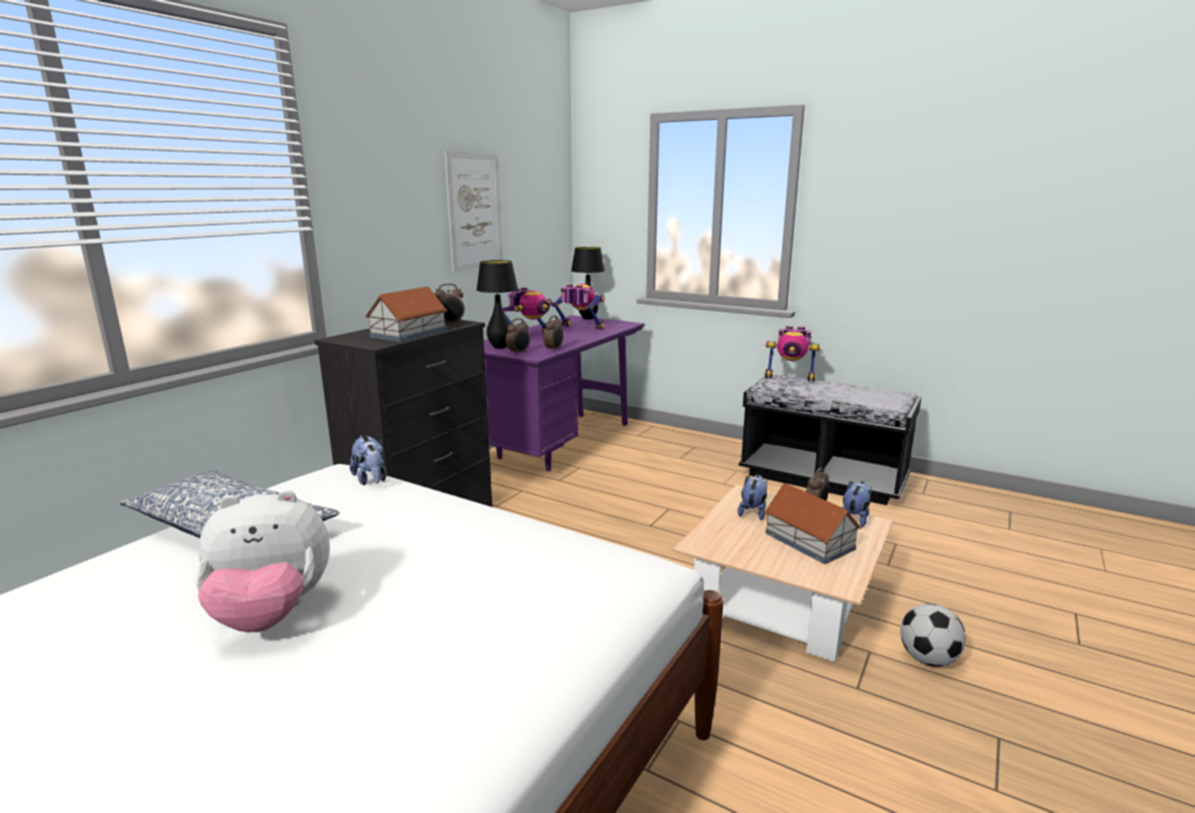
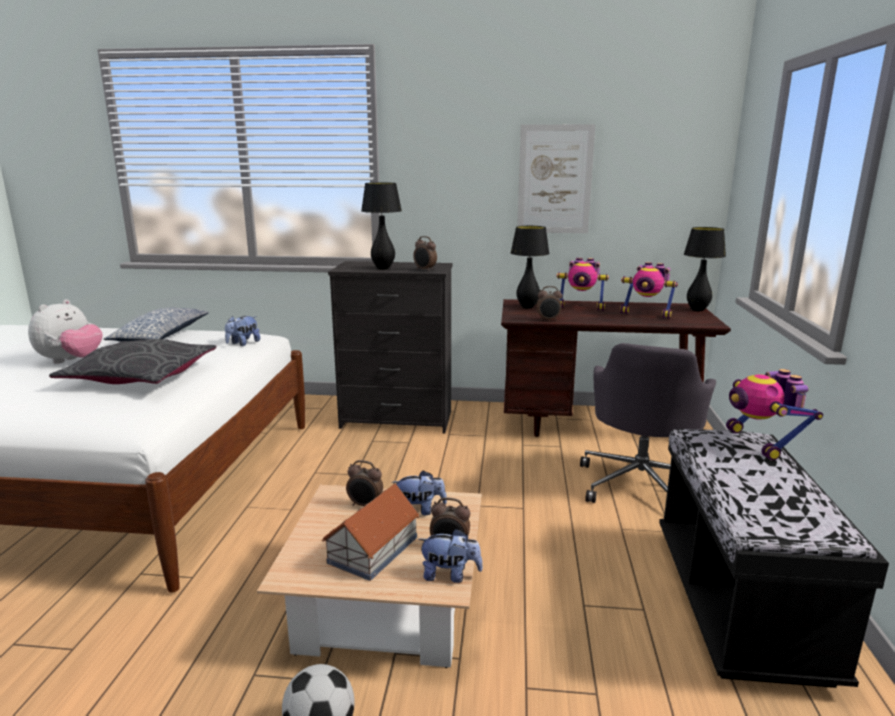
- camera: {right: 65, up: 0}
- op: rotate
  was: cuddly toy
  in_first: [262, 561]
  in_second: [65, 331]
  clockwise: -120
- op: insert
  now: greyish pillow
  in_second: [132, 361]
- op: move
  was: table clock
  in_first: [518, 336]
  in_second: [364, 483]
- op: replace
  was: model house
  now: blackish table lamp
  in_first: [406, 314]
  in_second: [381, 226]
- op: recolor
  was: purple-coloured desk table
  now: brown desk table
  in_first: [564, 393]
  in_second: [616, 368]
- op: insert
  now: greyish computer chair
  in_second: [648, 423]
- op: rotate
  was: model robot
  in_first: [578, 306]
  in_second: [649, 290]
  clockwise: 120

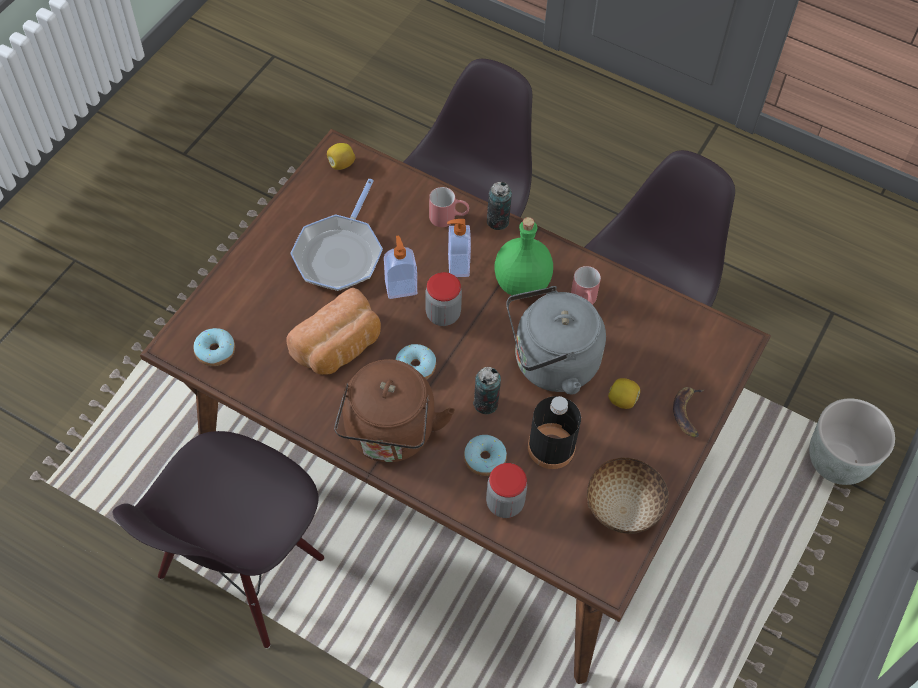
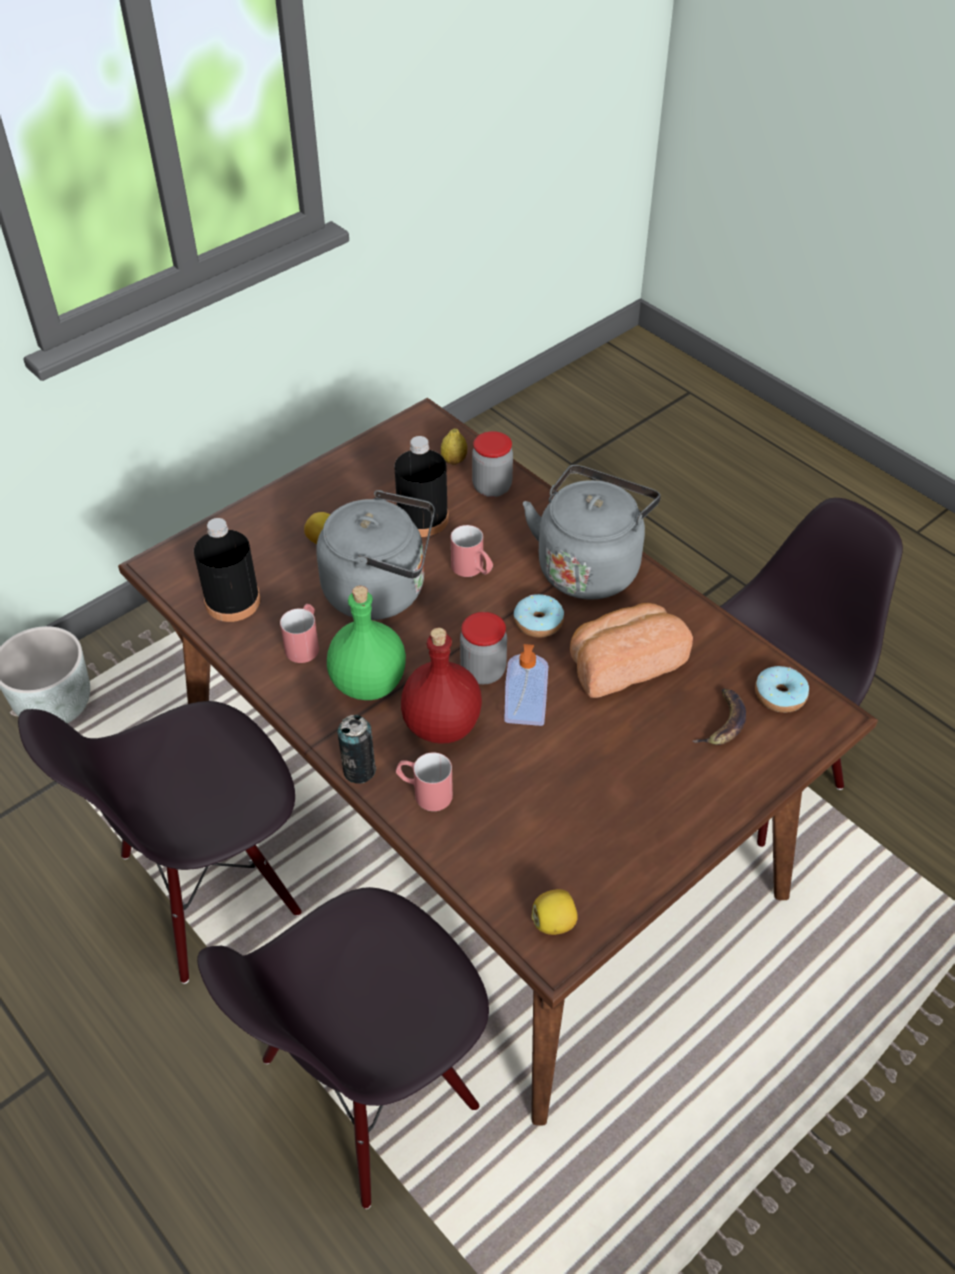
- camera: {right: -160, up: -10}
- op: insert
  now: blackish drink bottle
  in_second: [227, 570]
- op: replace
  was: soap dispenser
  now: reddish drink bottle
  in_first: [459, 248]
  in_second: [441, 686]
- op: insert
  now: whole lemon
  in_second: [454, 447]
- op: replace
  was: metal can
  now: reddish tea mug
  in_first: [487, 391]
  in_second: [472, 551]
- op: recolor
  was: brown kettle
  now: greyish kettle
  in_first: [394, 410]
  in_second: [592, 532]
- op: move
  was: banana
  in_first: [689, 412]
  in_second: [719, 716]
- op: delete
  was: pan
  in_first: [336, 235]
- op: delete
  was: donut
  in_first: [485, 455]
- op: delete
  was: serving bowl
  in_first: [628, 495]

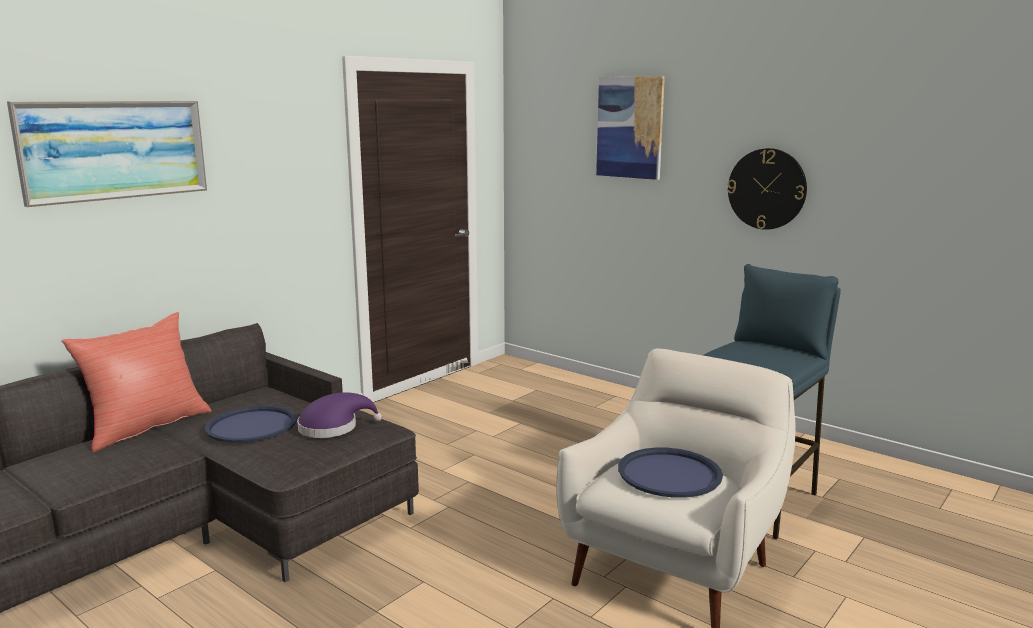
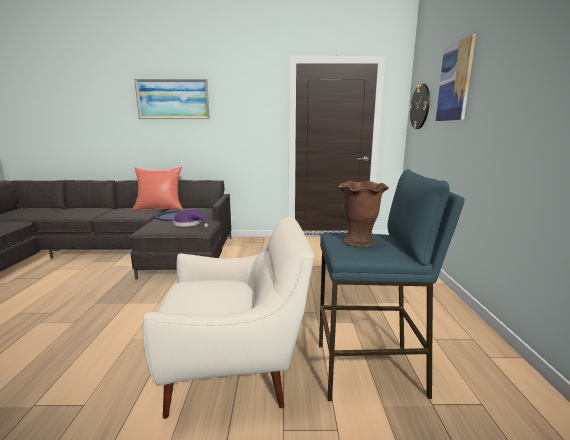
- camera: {right: 50, up: 0}
- op: insert
  now: brown flower vase
  in_second: [364, 214]
- op: move
  was: wall clock
  in_first: [767, 189]
  in_second: [419, 106]
- op: delete
  was: bluish carrying tray
  in_first: [670, 473]

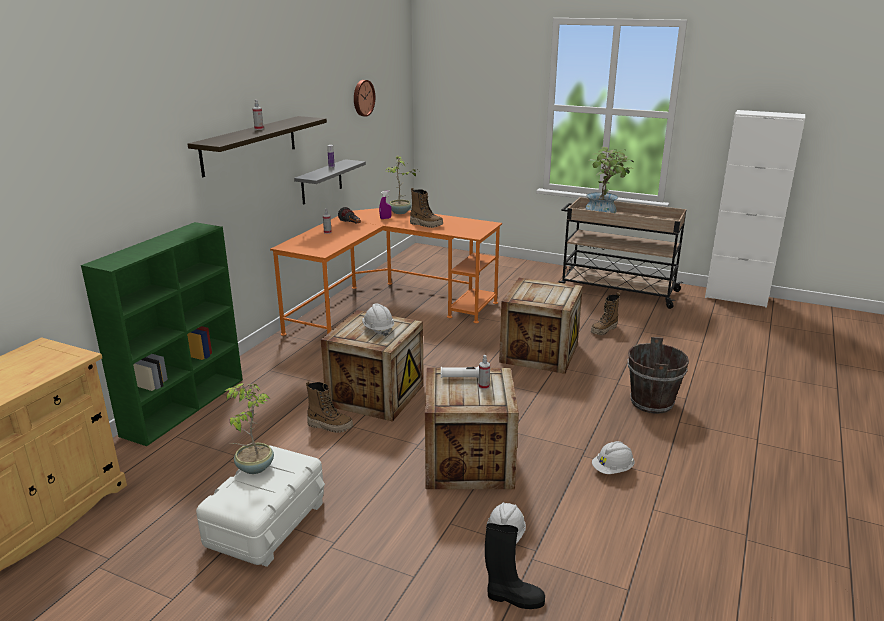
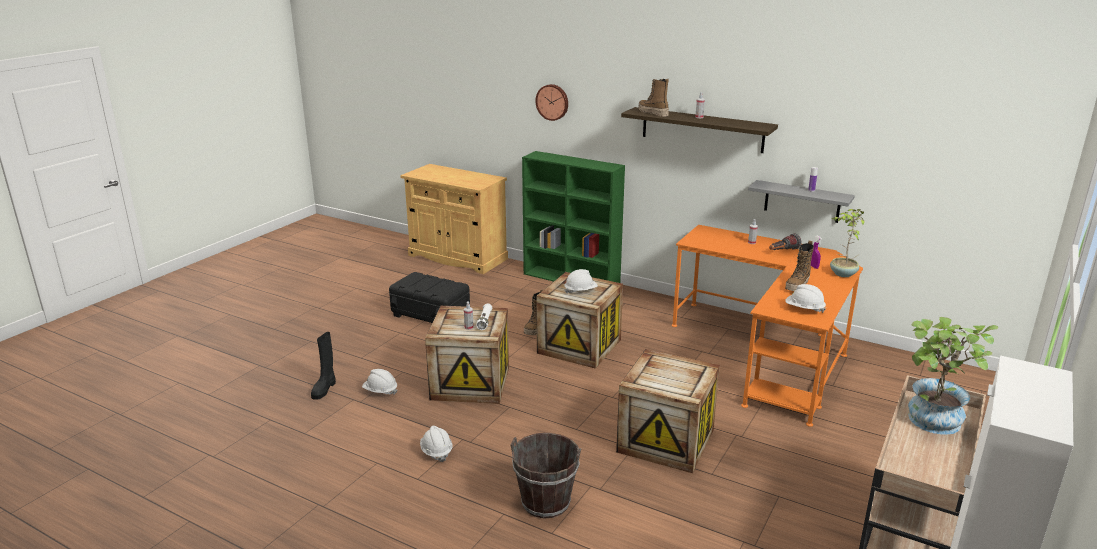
- camera: {right: 95, up: 0}
- op: recolor
  was: white storage box
  now: blackish storage box
  in_first: [260, 506]
  in_second: [429, 297]
- op: move
  was: wall clock
  in_first: [364, 98]
  in_second: [551, 102]
- op: move
  was: tall boot
  in_first: [605, 313]
  in_second: [653, 98]
- op: insert
  now: white safety helmet
  in_second: [805, 298]
- op: delete
  was: plant in a pot
  in_first: [249, 428]

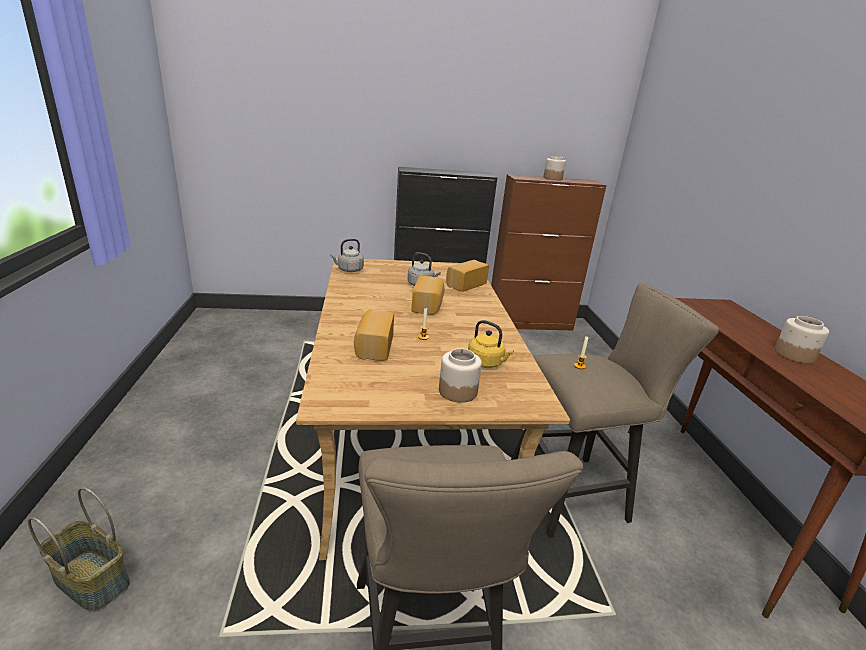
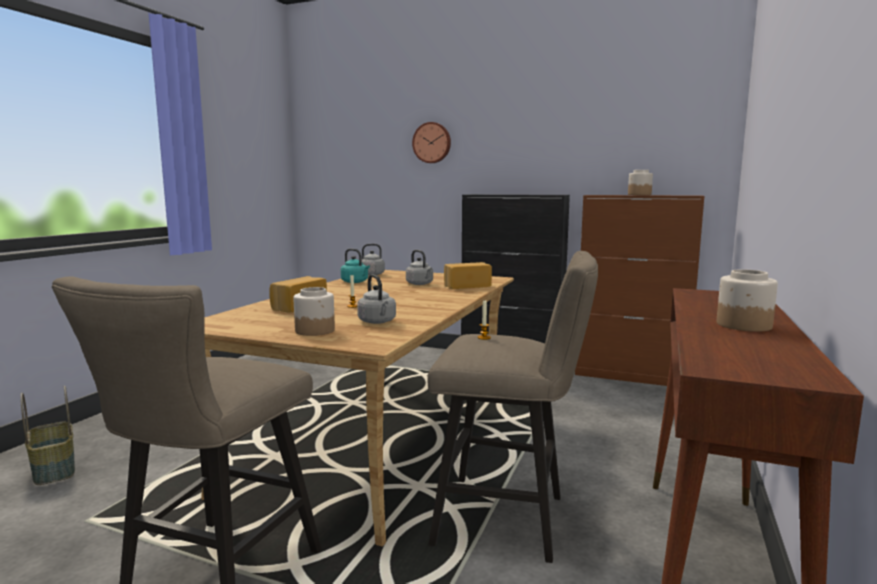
- camera: {right: 30, up: -15}
- op: insert
  now: turquoise kettle
  in_second: [355, 266]
- op: recolor
  was: yellow-coloured kettle
  now: greyish kettle
  in_first: [491, 344]
  in_second: [376, 299]
- op: insert
  now: wall clock
  in_second: [431, 142]
- op: delete
  was: bread
  in_first: [427, 295]

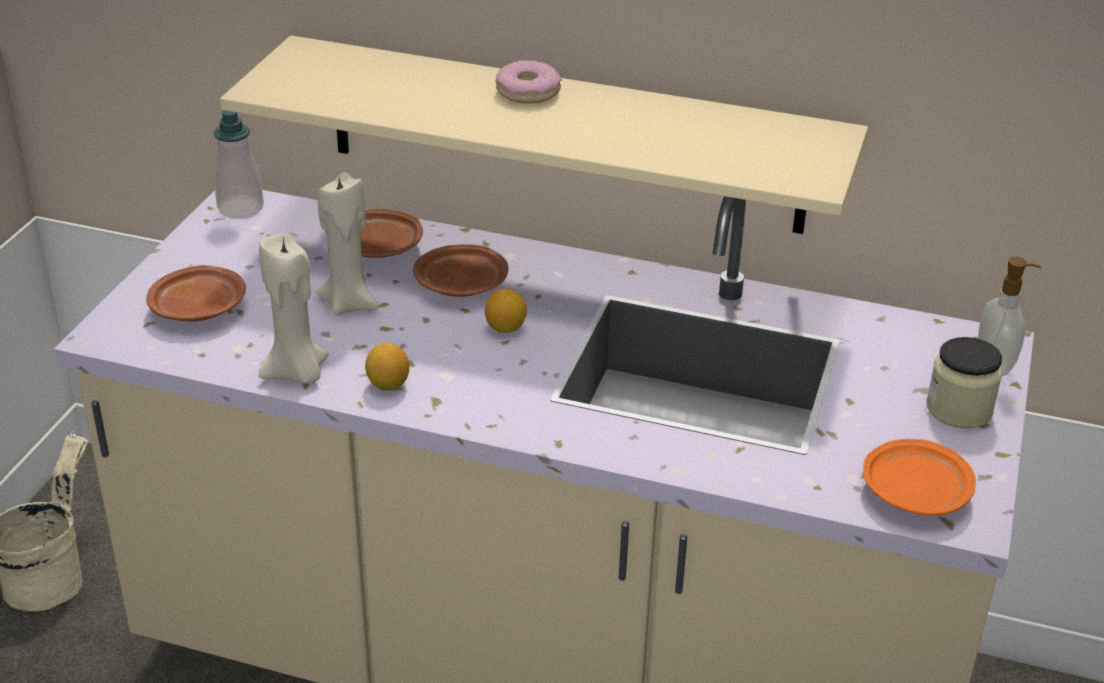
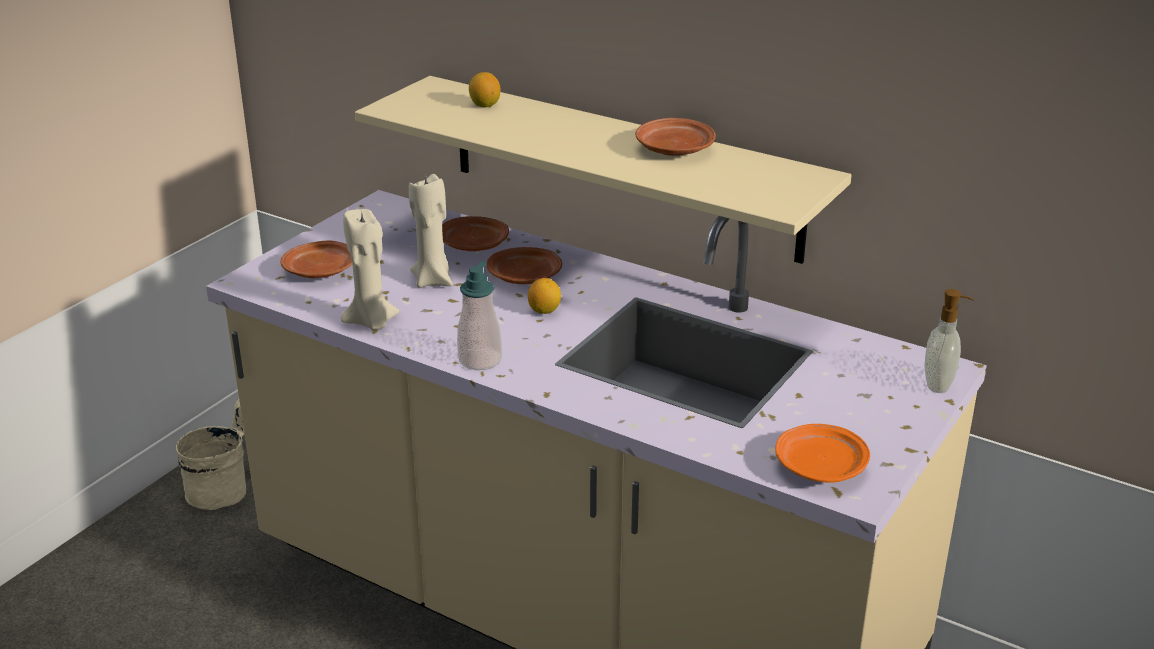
- camera: {right: 15, up: -5}
- op: move
  was: soap dispenser
  in_first: [239, 164]
  in_second: [479, 315]
- op: move
  was: whole lemon
  in_first: [387, 367]
  in_second: [485, 90]
- op: insert
  now: brown plate
  in_second: [675, 137]
- op: delete
  was: donut
  in_first: [529, 82]
- op: delete
  was: jar
  in_first: [964, 382]

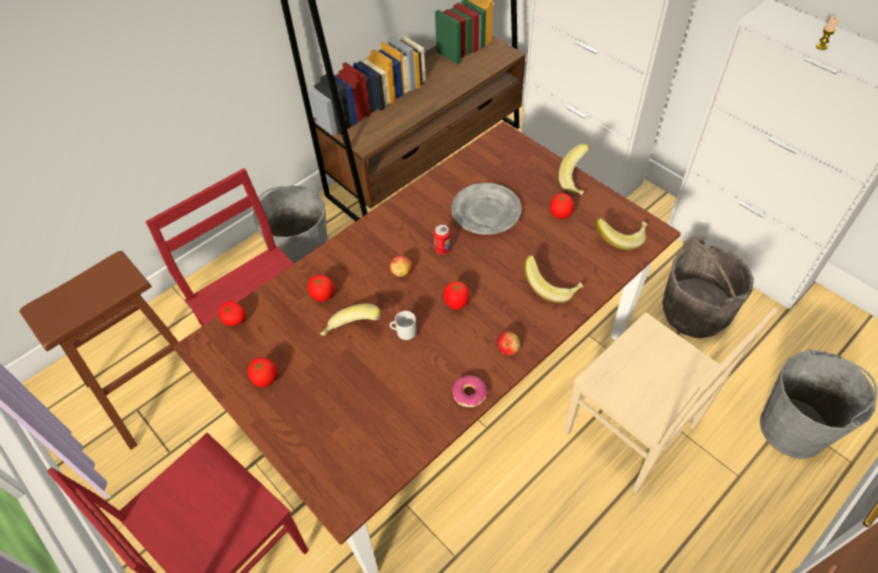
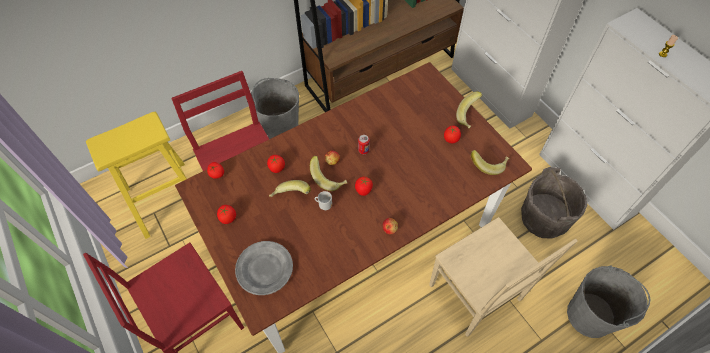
- camera: {right: 10, up: 5}
- op: recolor
  was: brown stool seat
  now: yellow-coloured stool seat
  in_first: [99, 350]
  in_second: [136, 175]
- op: move
  was: greyish plate
  in_first: [486, 209]
  in_second: [264, 268]
- op: move
  was: banana
  in_first: [553, 279]
  in_second: [328, 173]
- op: delete
  was: donut
  in_first: [469, 391]

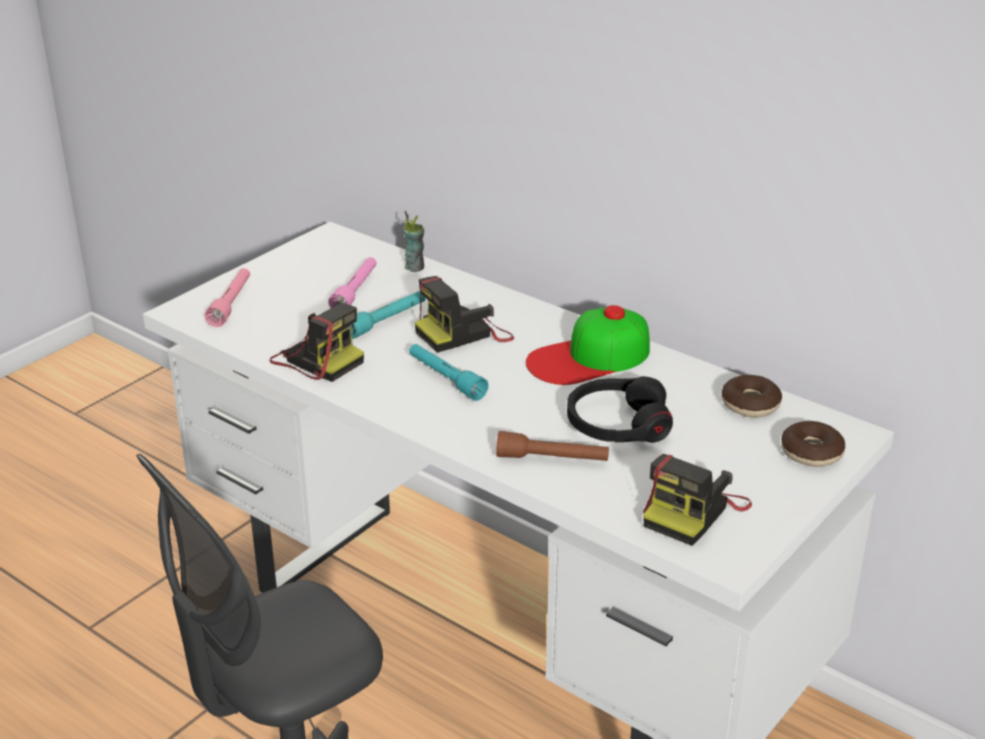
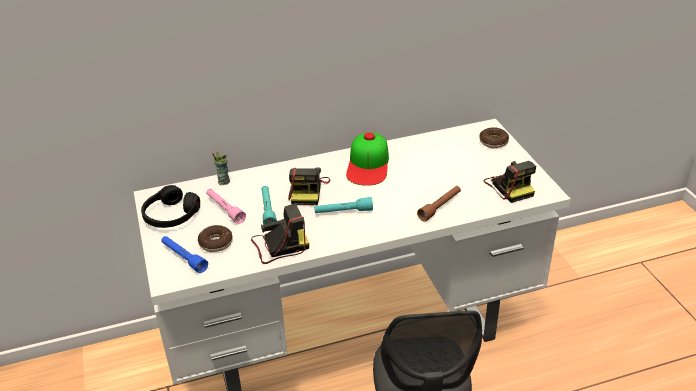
- camera: {right: -55, up: 5}
- op: move
  was: blackish headphones
  in_first: [620, 409]
  in_second: [170, 206]
- op: recolor
  was: pinkish flashlight
  now: bluish flashlight
  in_first: [227, 297]
  in_second: [184, 254]
- op: move
  was: donut
  in_first: [752, 396]
  in_second: [215, 238]

